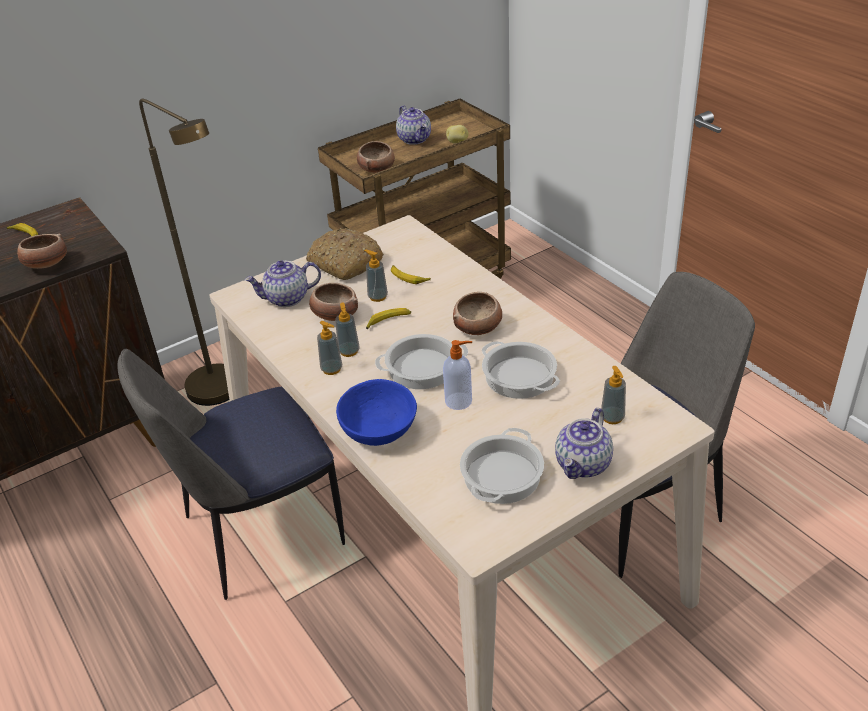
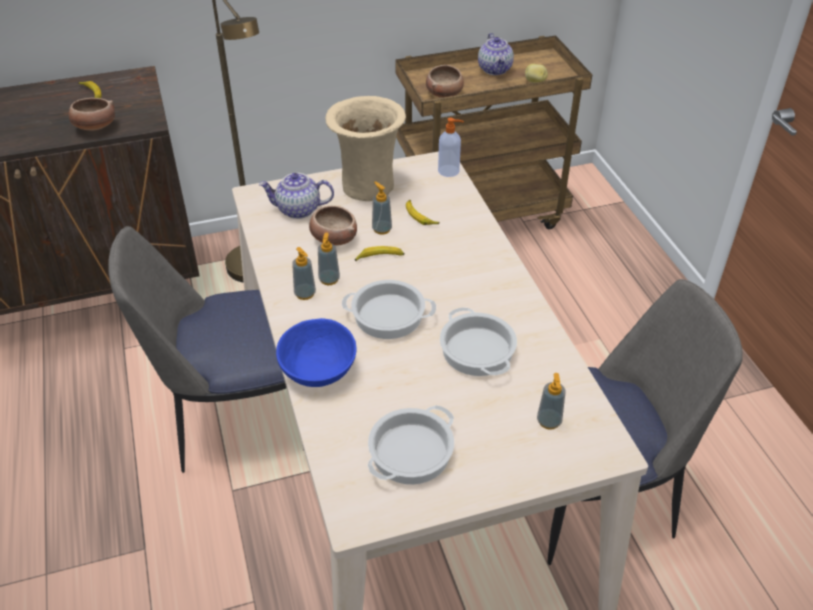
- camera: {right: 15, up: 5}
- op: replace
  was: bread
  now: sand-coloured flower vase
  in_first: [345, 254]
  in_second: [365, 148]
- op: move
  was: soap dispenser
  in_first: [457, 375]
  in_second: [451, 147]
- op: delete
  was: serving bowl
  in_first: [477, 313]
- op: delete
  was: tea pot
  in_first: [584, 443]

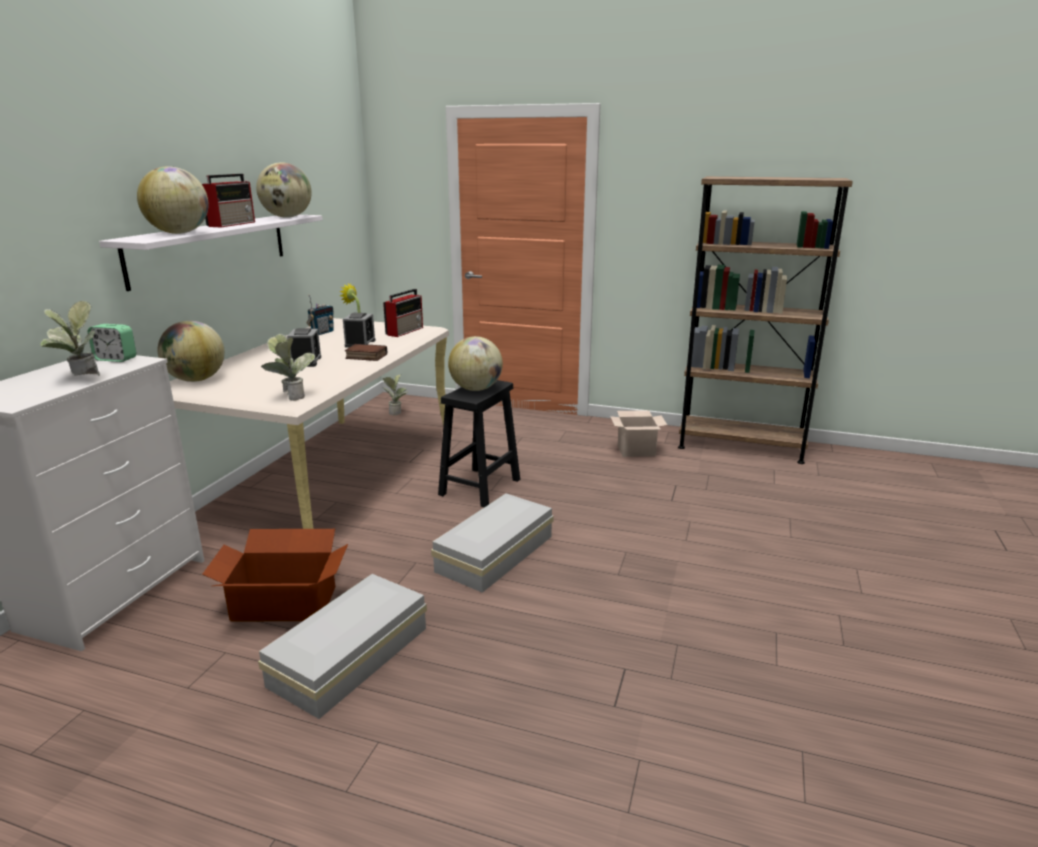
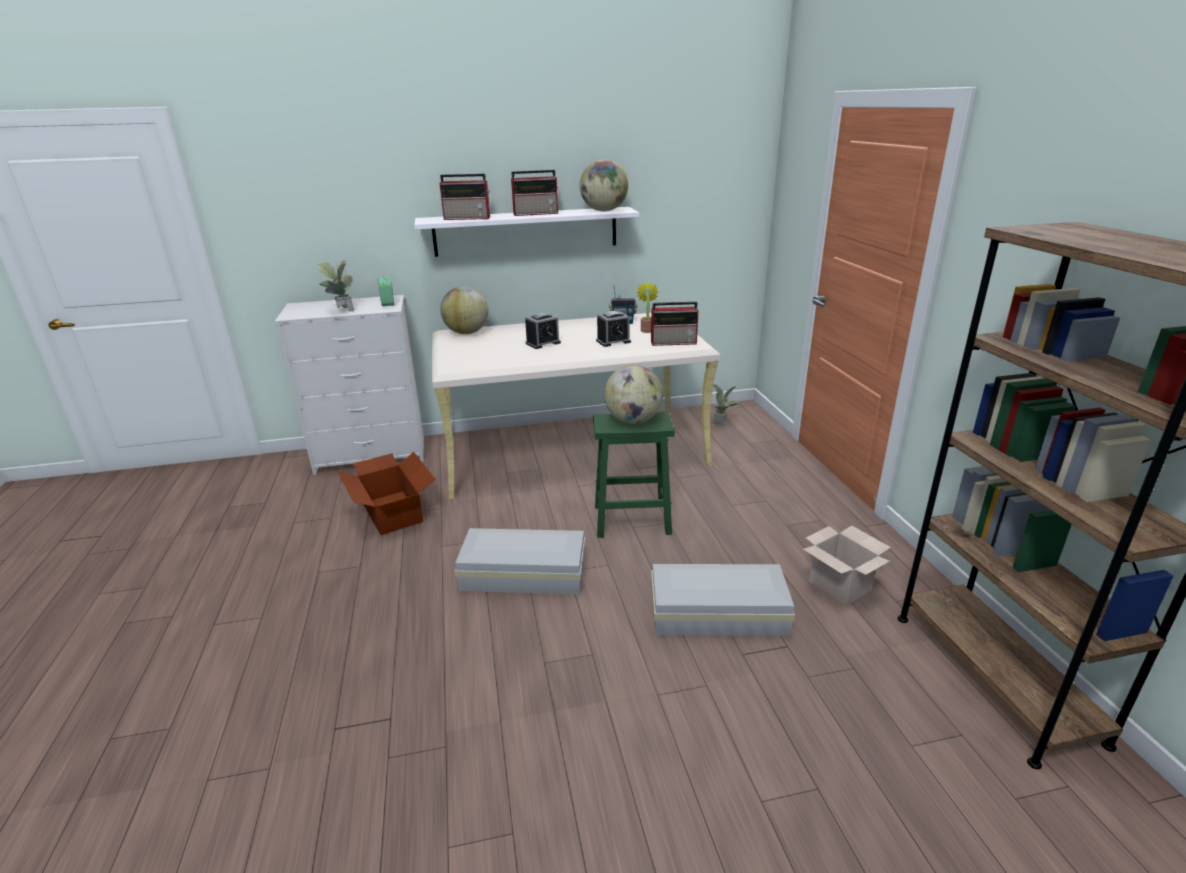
- camera: {right: 60, up: 5}
- op: replace
  was: desk globe
  now: radio set
  in_first: [173, 200]
  in_second: [465, 197]
- op: recolor
  was: blackish stool seat
  now: greenish stool seat
  in_first: [479, 443]
  in_second: [634, 475]
- op: move
  was: white storage box
  in_first: [342, 646]
  in_second: [723, 600]
- op: delete
  was: plant in a pot
  in_first: [288, 367]
- op: delete
  was: volume
  in_first: [366, 352]

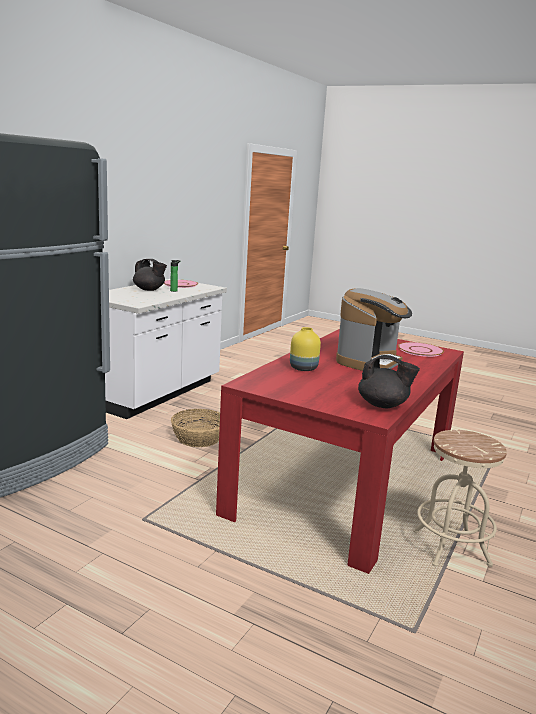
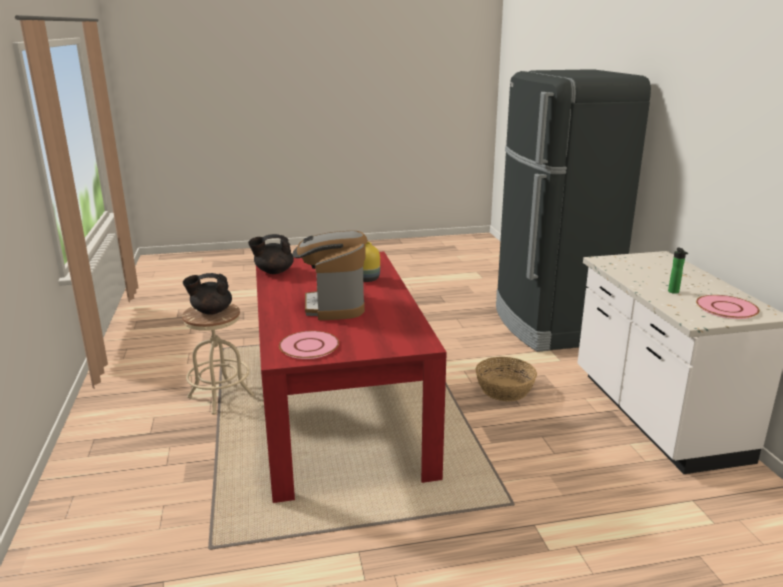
- camera: {right: 140, up: 5}
- op: move
  was: blackish tea pot
  in_first: [150, 275]
  in_second: [207, 294]

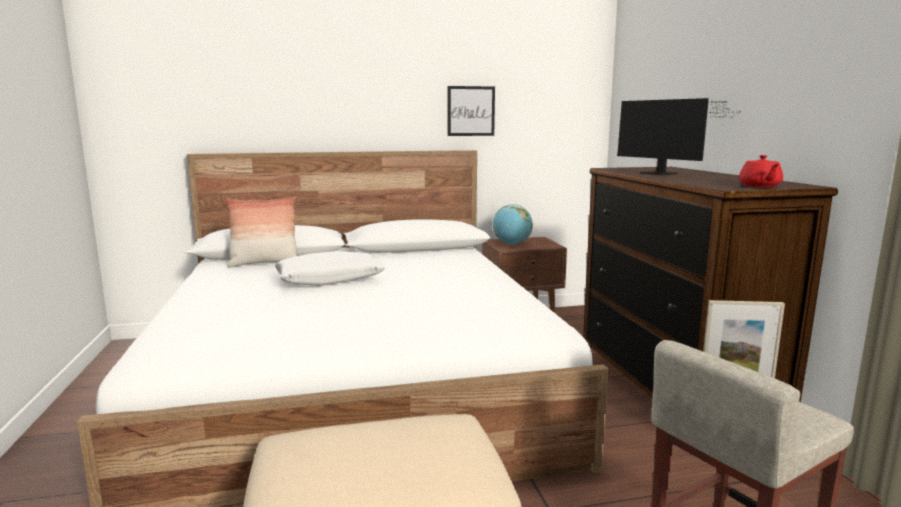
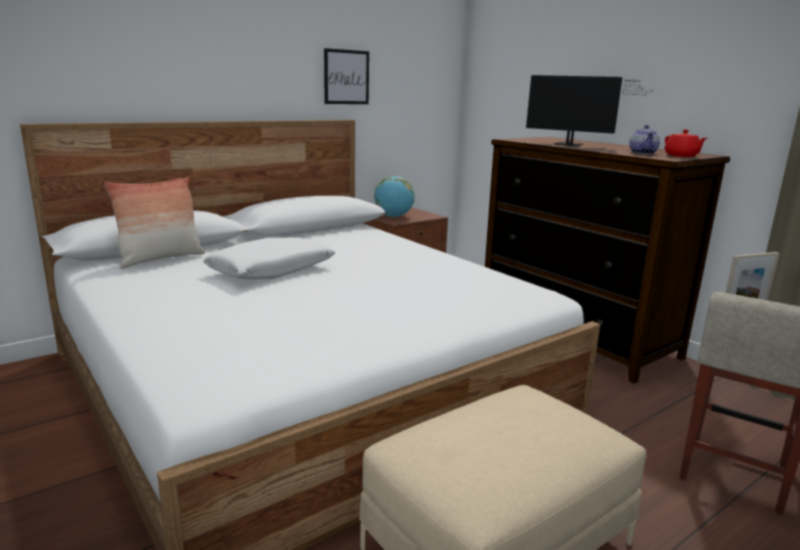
- camera: {right: -25, up: 5}
- op: insert
  now: tea pot
  in_second: [644, 139]

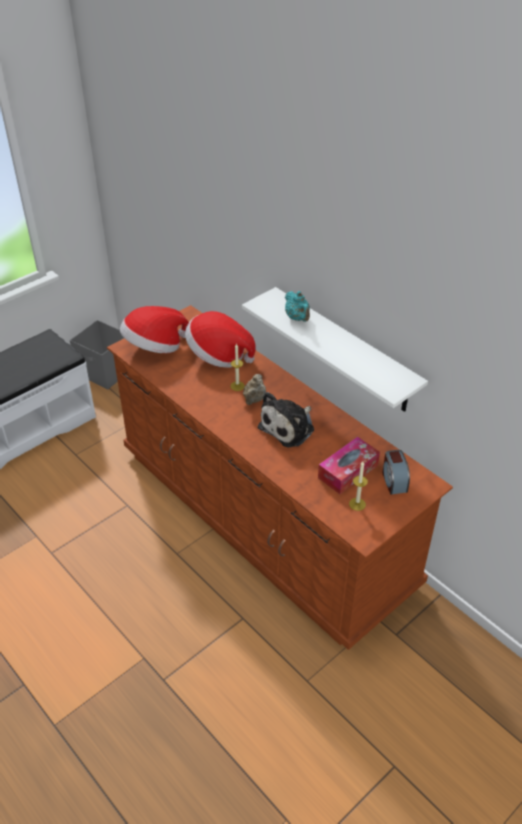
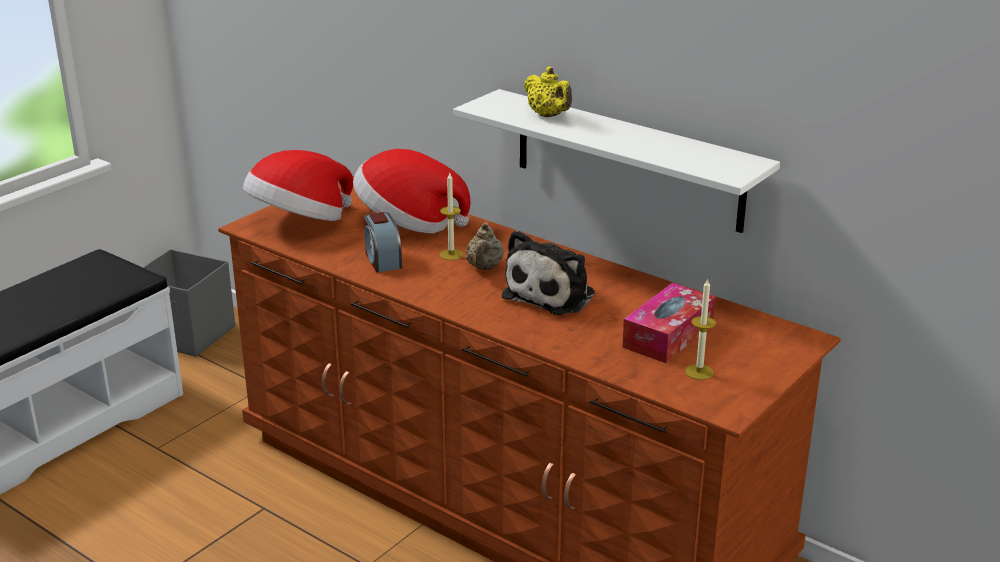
- camera: {right: -10, up: -15}
- op: move
  was: table clock
  in_first: [396, 472]
  in_second: [383, 242]
- op: recolor
  was: turquoise tea pot
  now: yellow-coloured tea pot
  in_first: [297, 306]
  in_second: [548, 92]

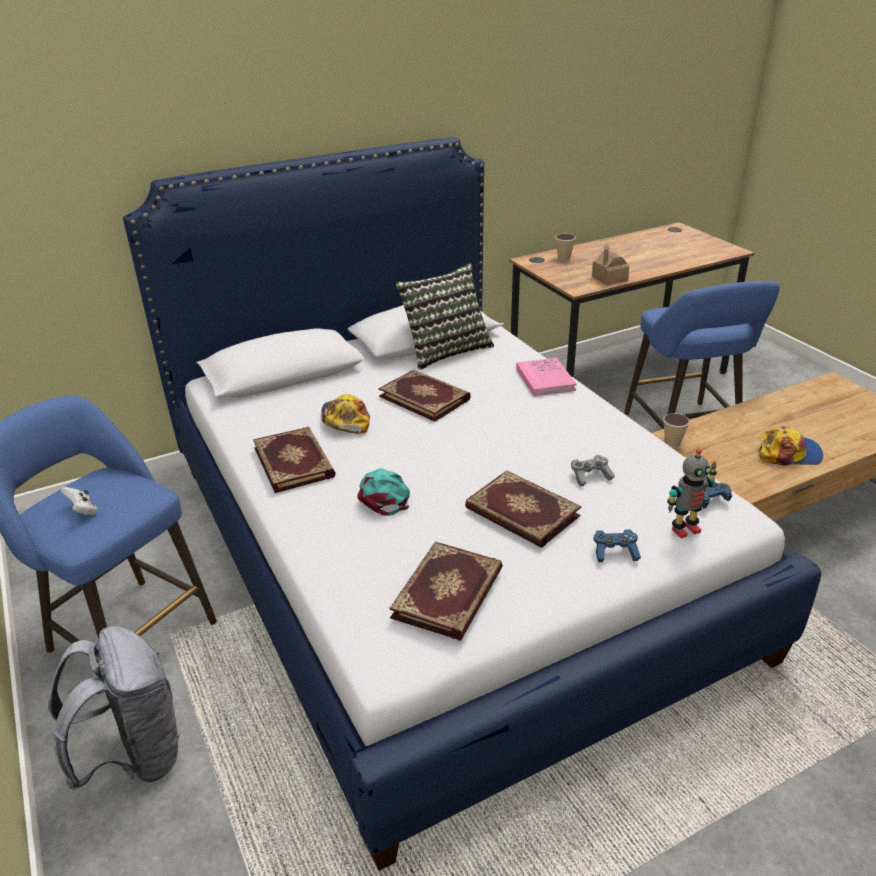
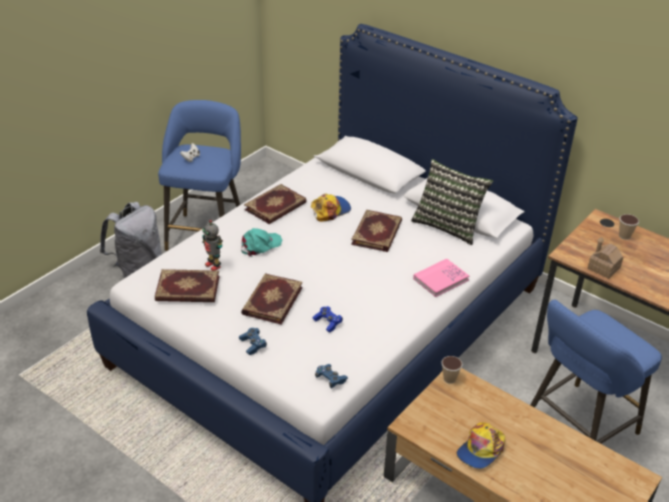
- camera: {right: 65, up: 5}
- op: move
  was: model robot
  in_first: [692, 493]
  in_second: [212, 245]
- op: recolor
  was: greyish game controller
  now: bluish game controller
  in_first: [593, 471]
  in_second: [327, 319]
- op: rotate
  was: cap
  in_first: [791, 446]
  in_second: [481, 445]
  clockwise: 60

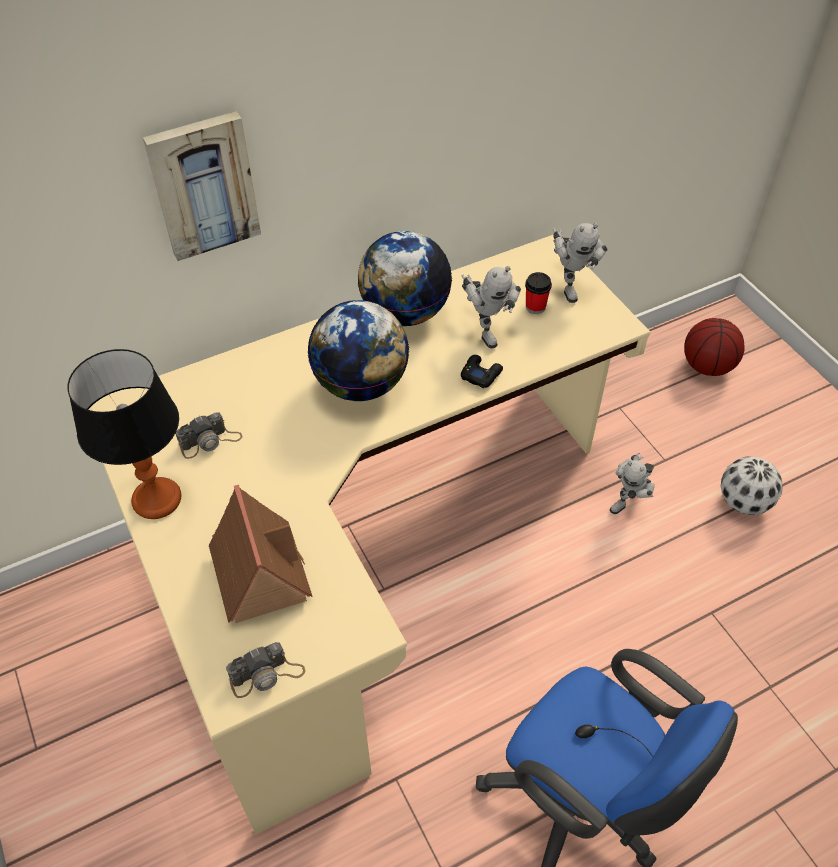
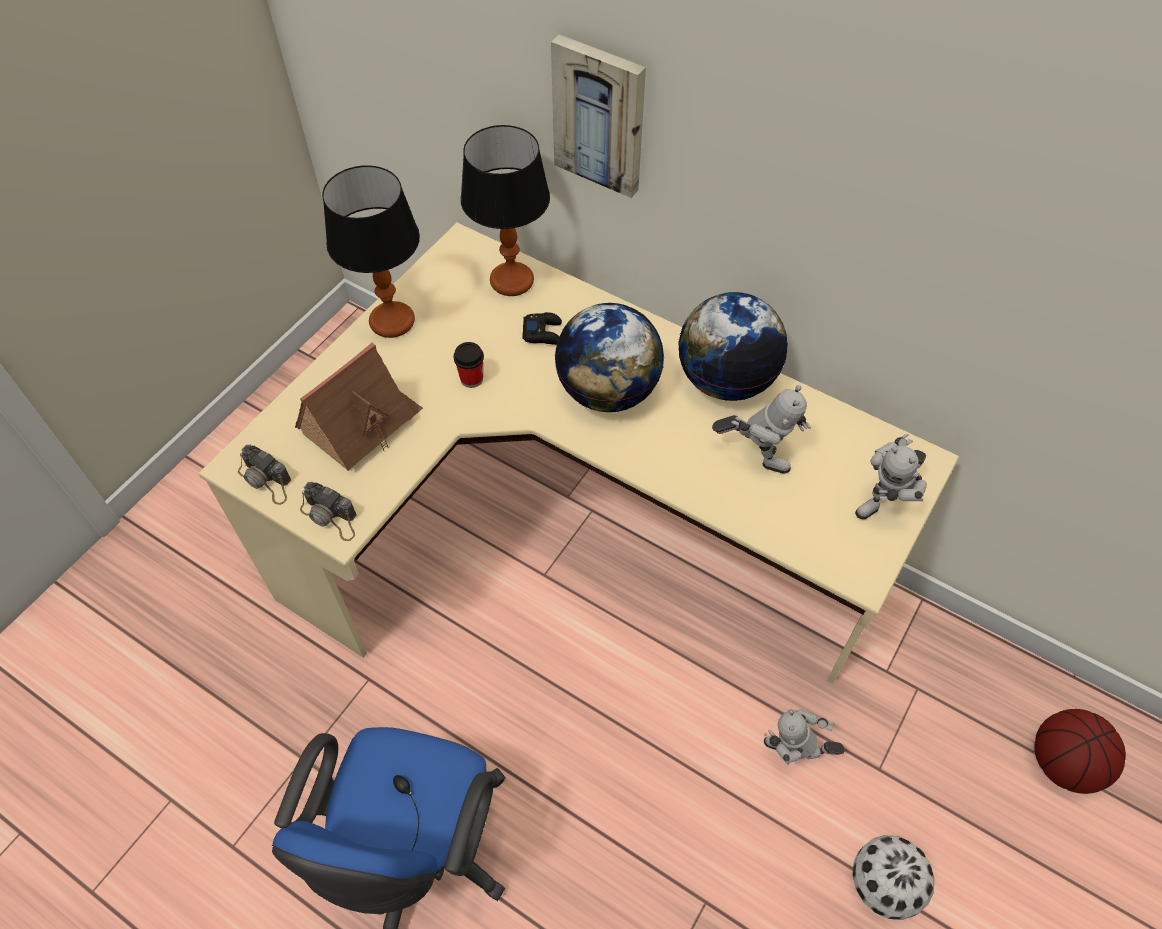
- camera: {right: 60, up: 5}
- op: move
  was: photo camera
  in_first: [209, 436]
  in_second: [328, 511]
- op: move
  was: small cup
  in_first: [538, 293]
  in_second: [468, 365]
- op: insert
  now: table lamp
  in_second: [505, 210]
- op: move
  was: blackish game controller
  in_first: [482, 371]
  in_second: [542, 328]
- op: rotate
  was: model robot
  in_first: [491, 307]
  in_second: [761, 429]
  clockwise: -105

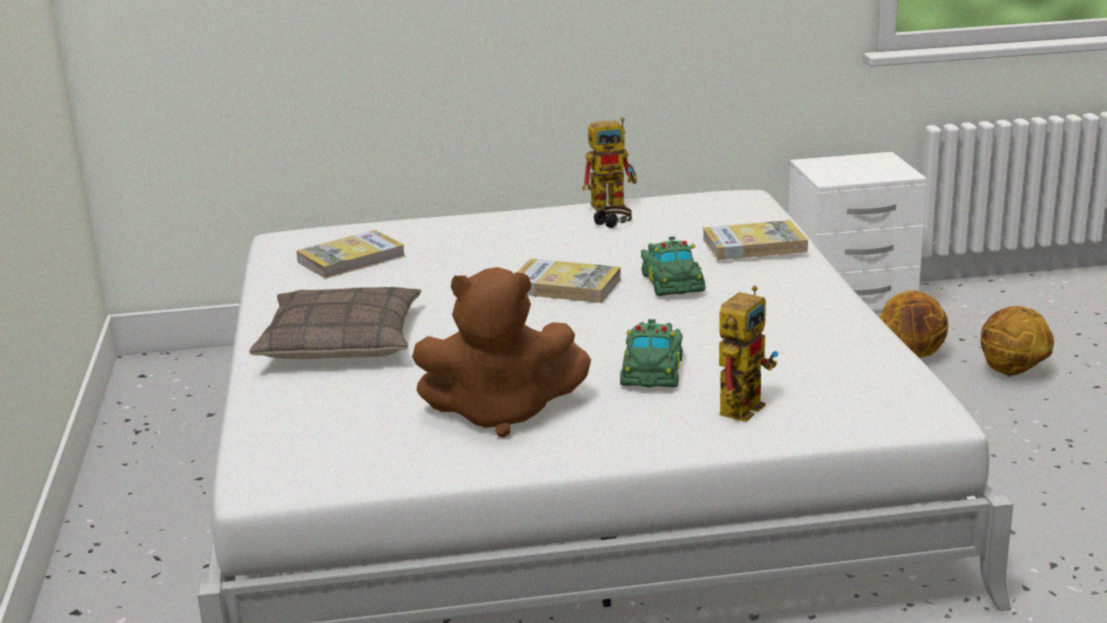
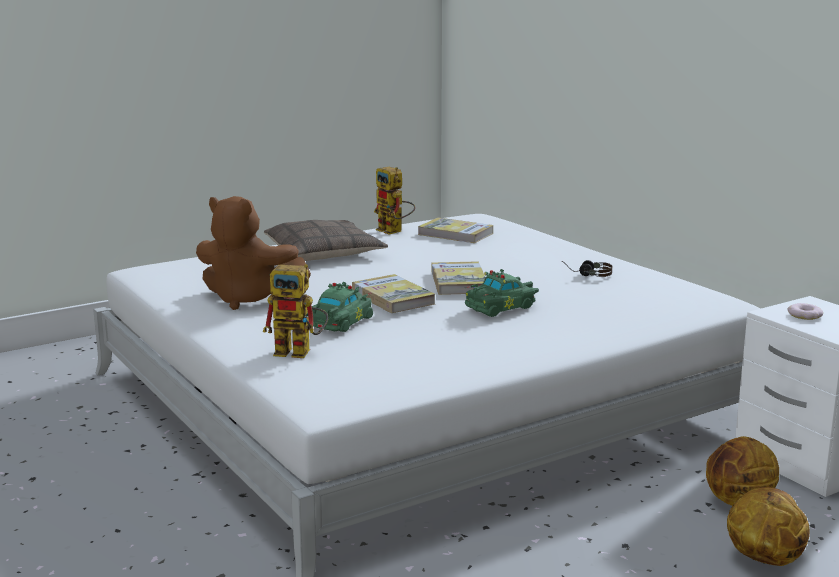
- camera: {right: 65, up: -5}
- op: rotate
  was: brown cuddly toy
  in_first: [501, 352]
  in_second: [253, 253]
  clockwise: -45
- op: rotate
  was: greenish toy car
  in_first: [651, 353]
  in_second: [339, 307]
  clockwise: 135
- op: move
  was: volume
  in_first: [755, 240]
  in_second: [393, 293]
- op: move
  was: model robot
  in_first: [609, 164]
  in_second: [394, 201]
- op: insert
  now: donut
  in_second: [805, 311]

